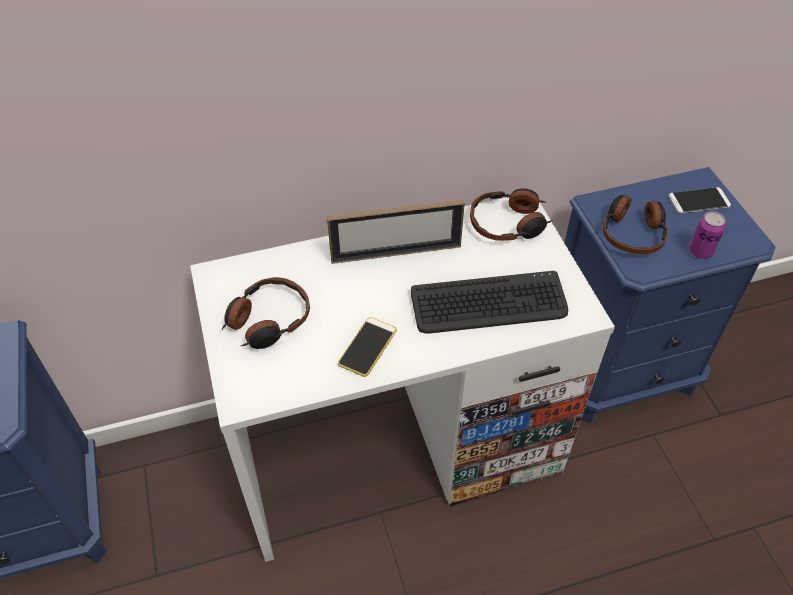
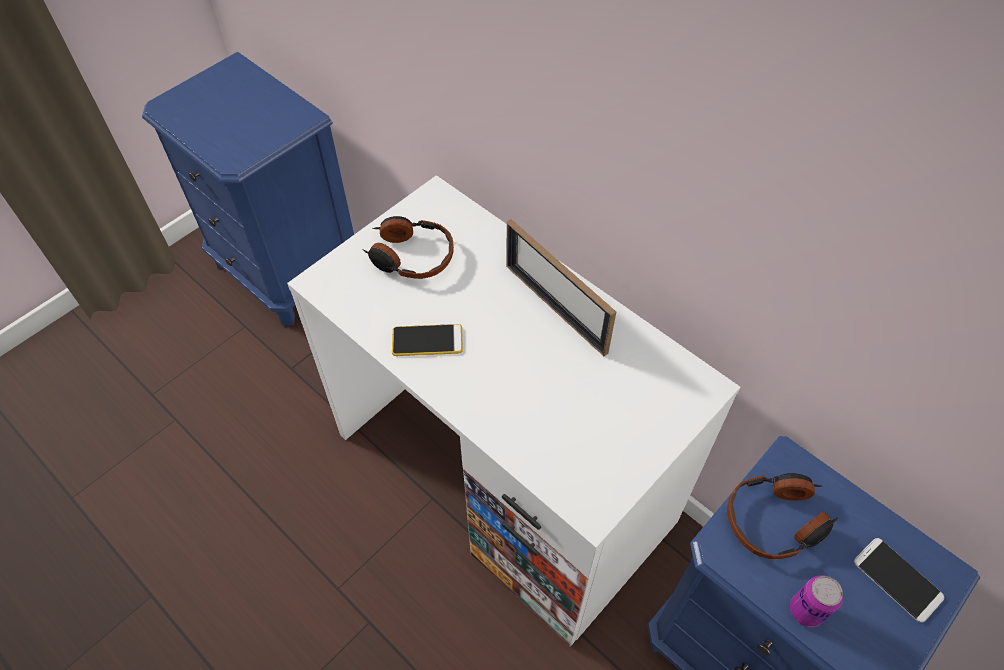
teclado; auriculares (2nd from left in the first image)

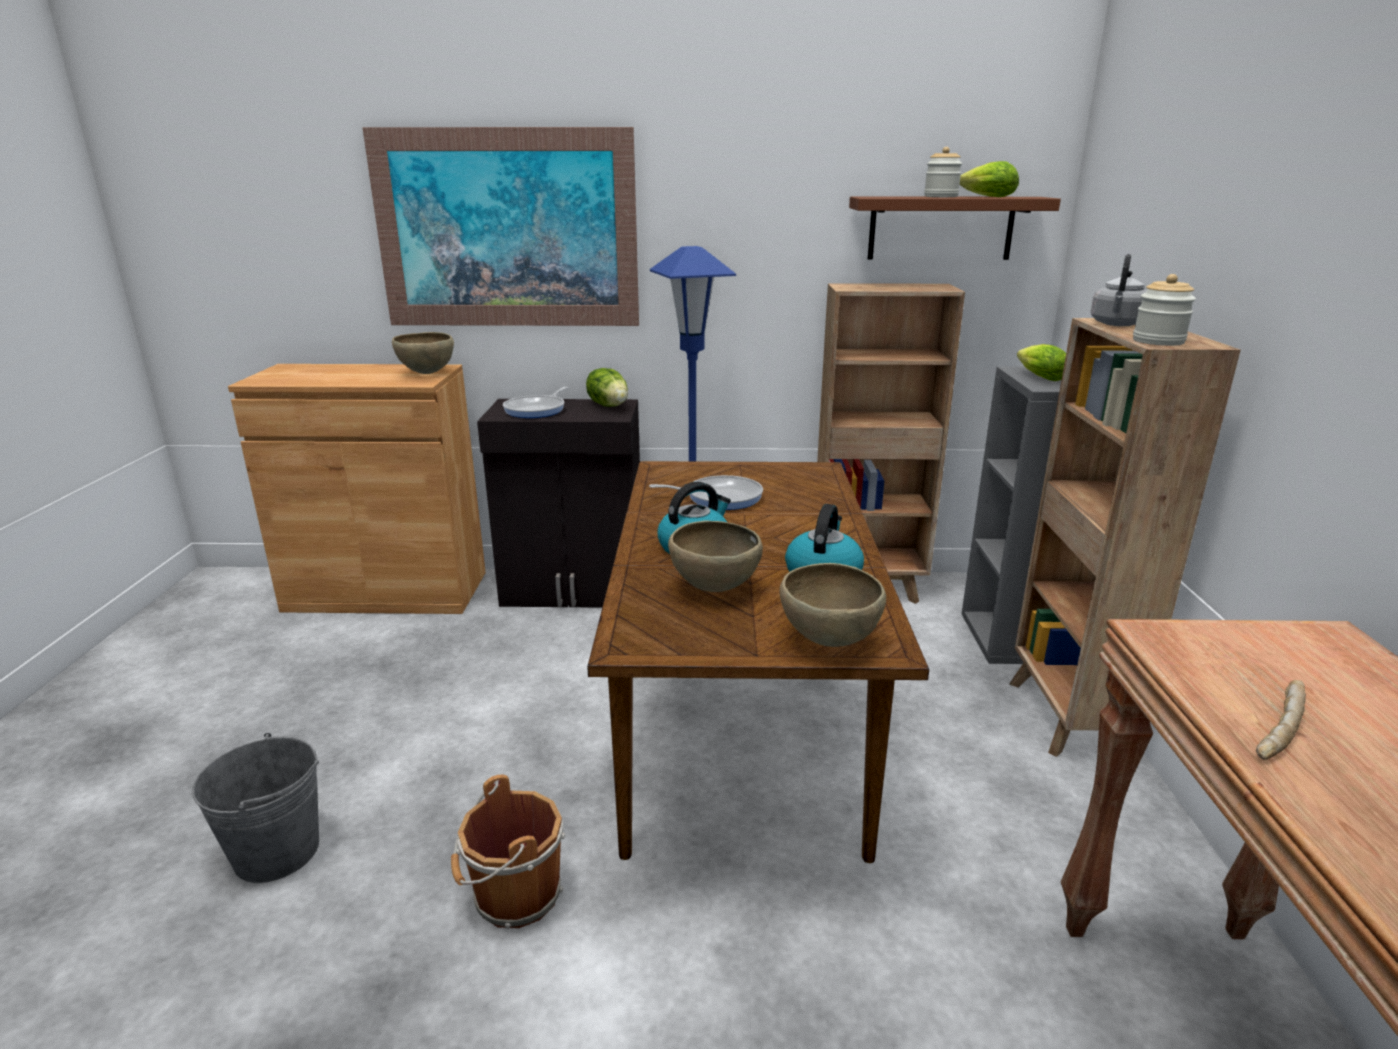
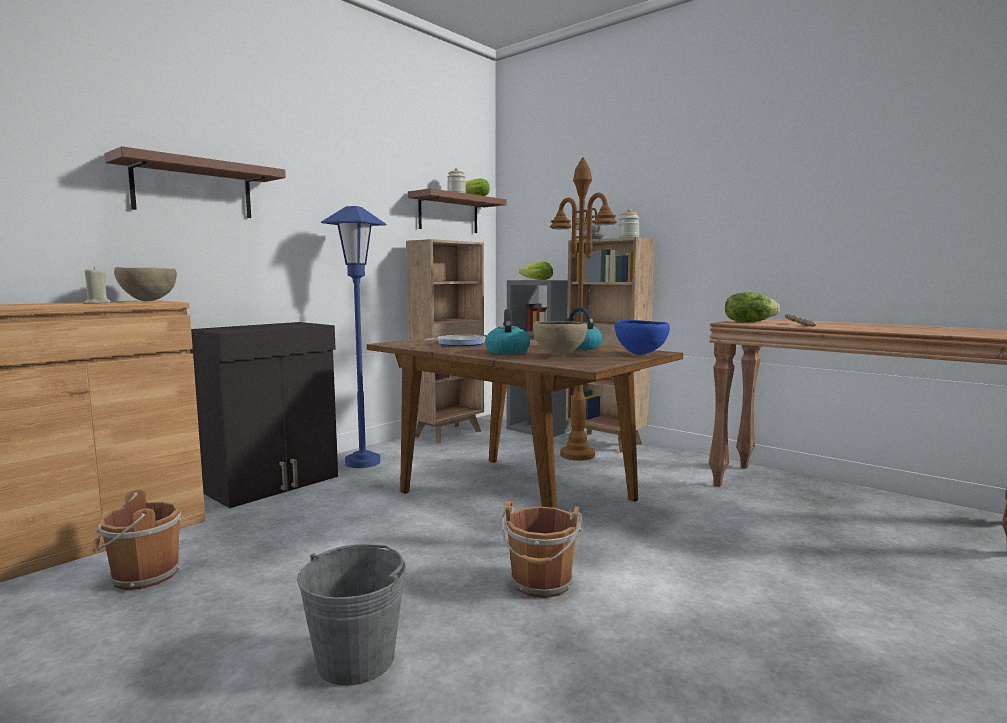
sartén (1st from left in the first image); vela (beis); cubo (marrón) (1st from left); lámpara de pie (marrón); lechuga (3rd from left); estante (marrón) (1st from left); cuenco (azul)

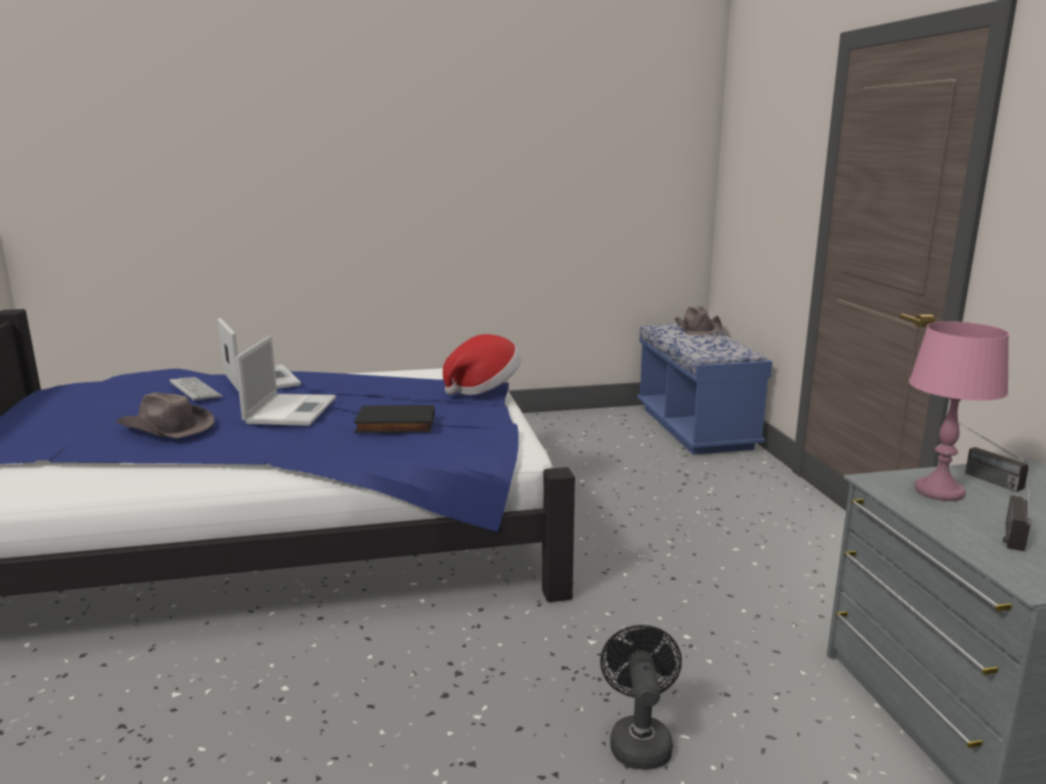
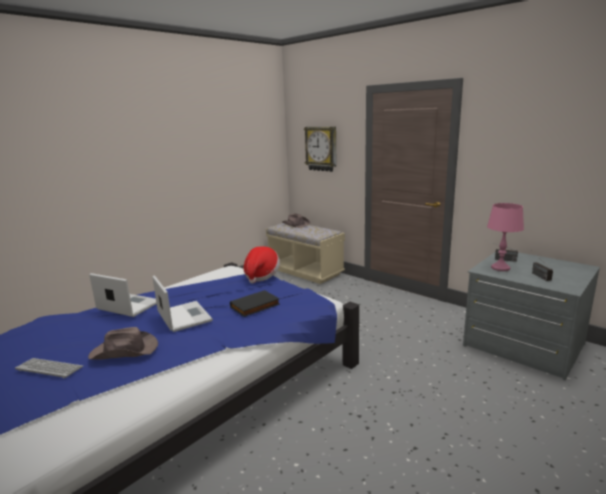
ventilador (negro); reloj de pared; teclado; banco (beis)

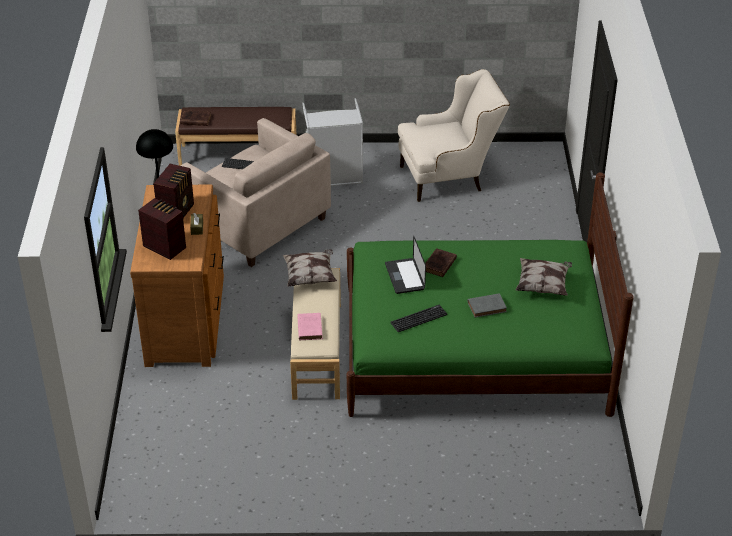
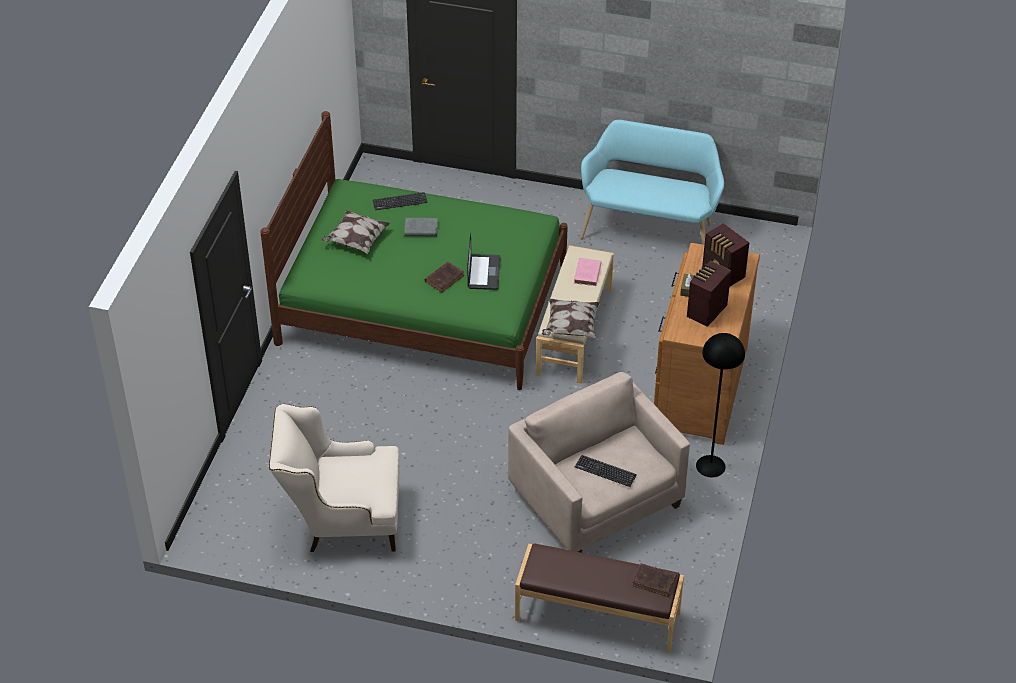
cesto de la ropa (gris); banco (turquesa); teclado (1st from left)

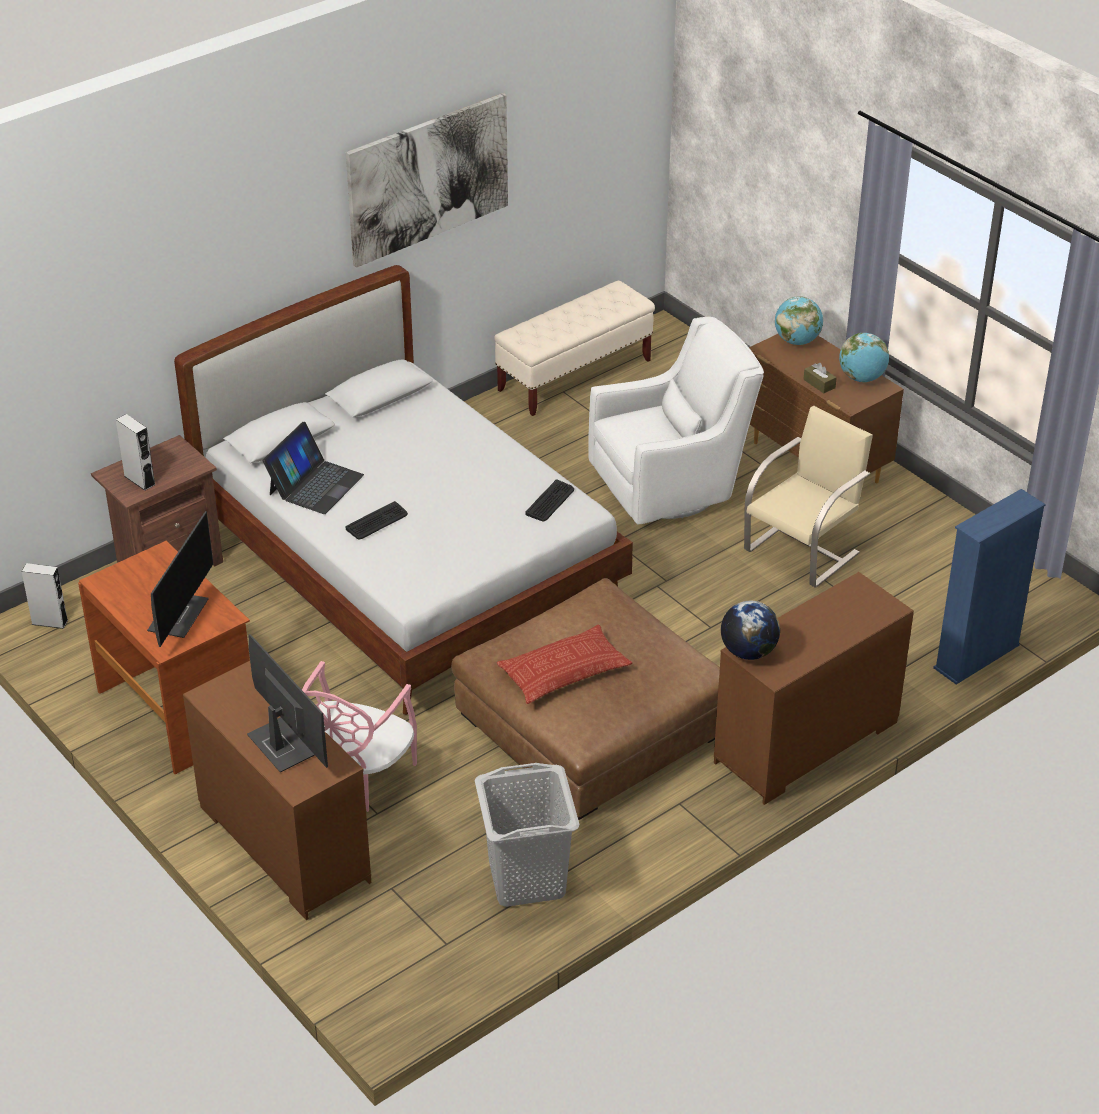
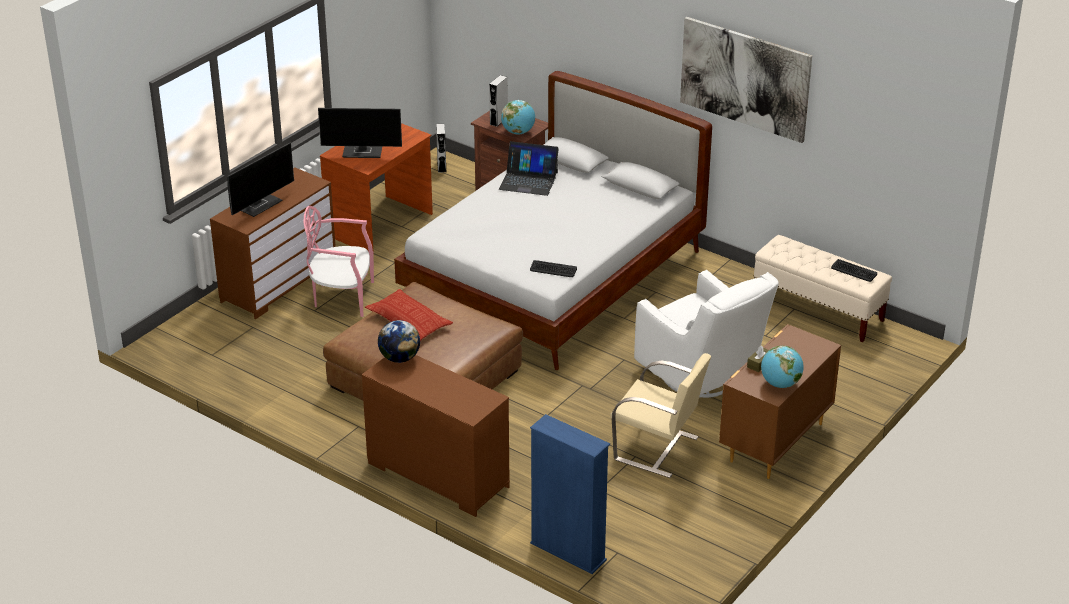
cesto de la ropa (gris); teclado (2nd from left); globo terráqueo (2nd from left)

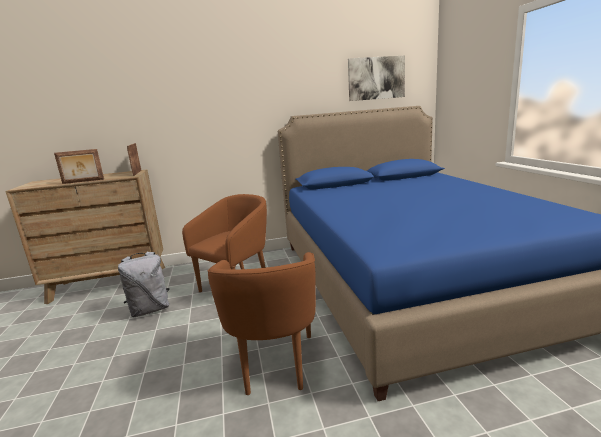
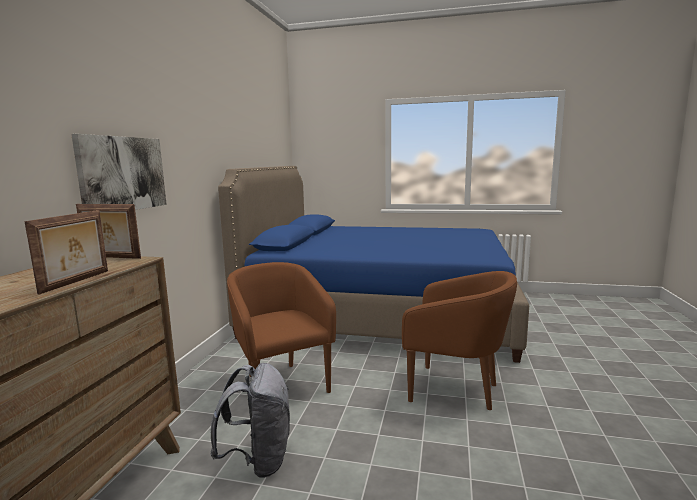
cuadro

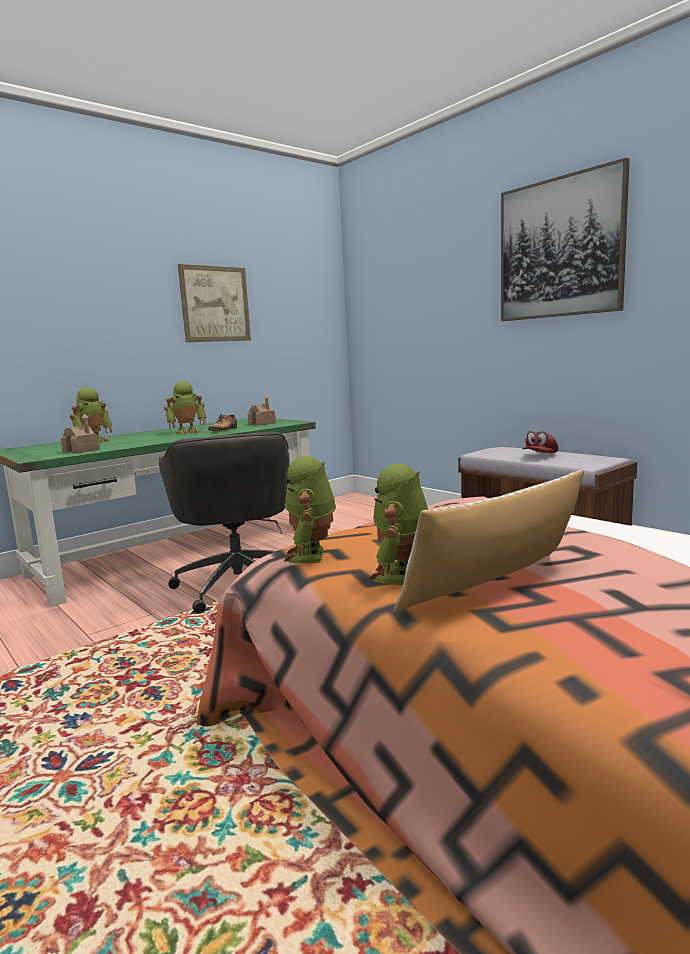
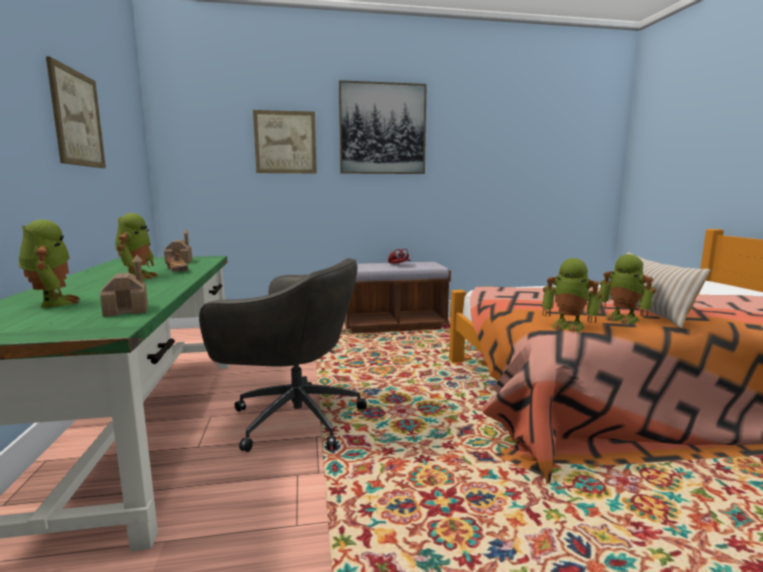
cuadro (2nd from left)

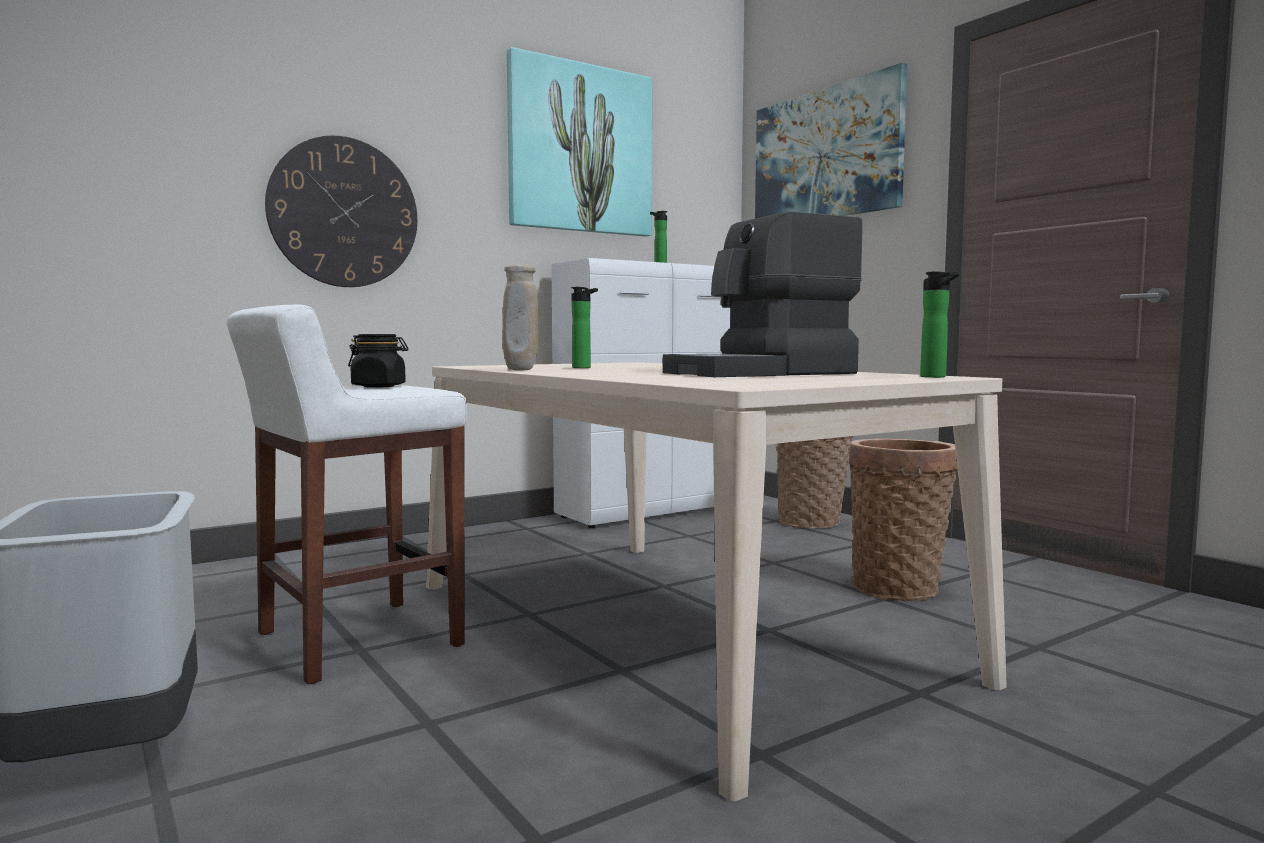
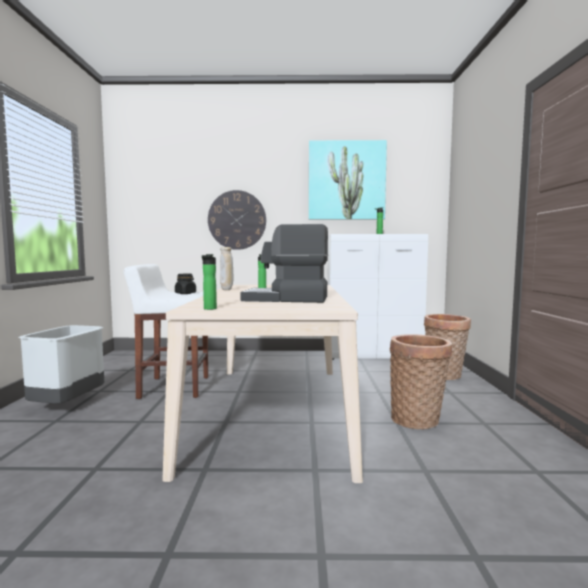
cuadro (2nd from left in the first image); botella (1st from left)

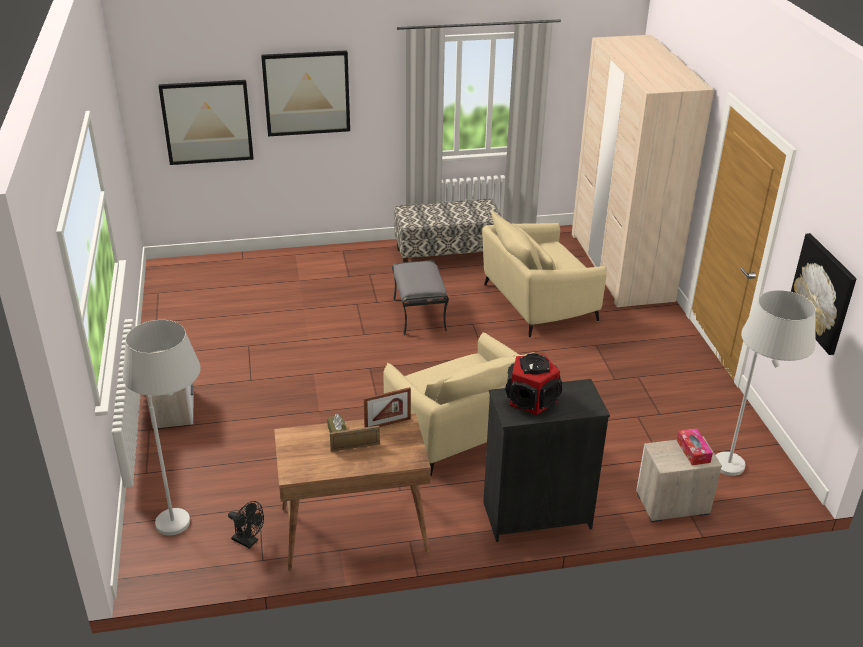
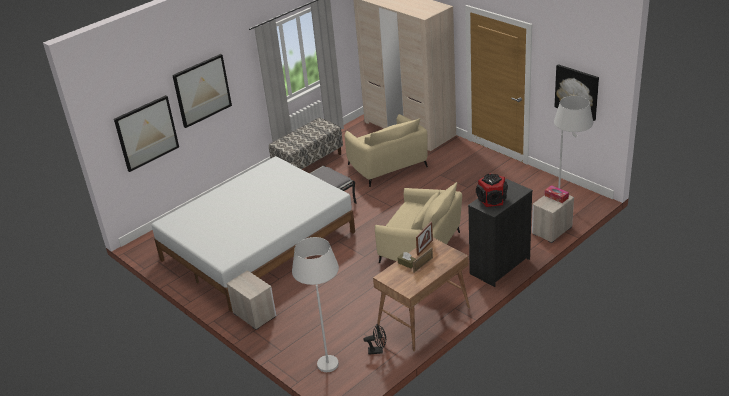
cama (blanco); sillón (beis) (1st from left)

